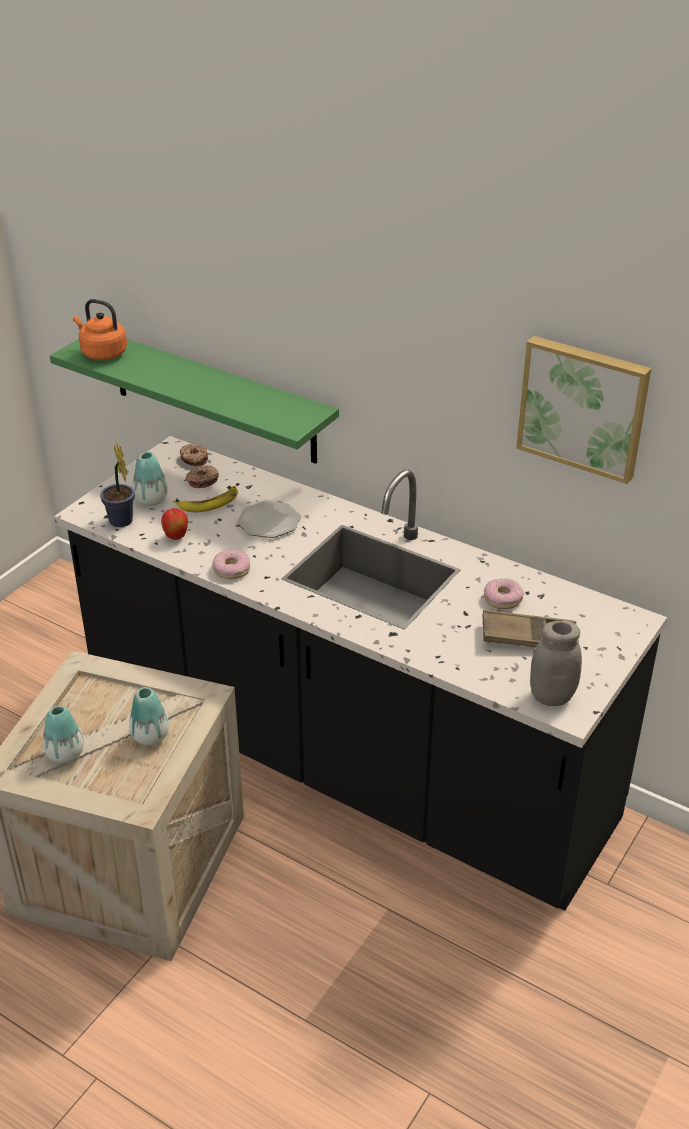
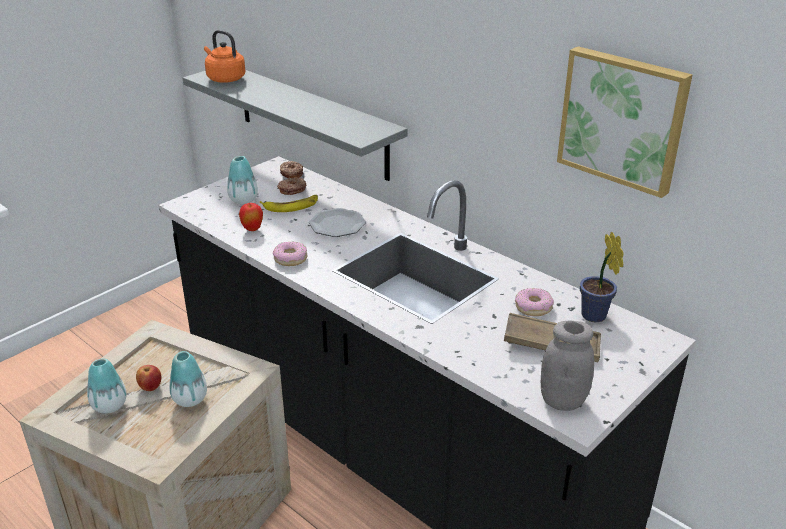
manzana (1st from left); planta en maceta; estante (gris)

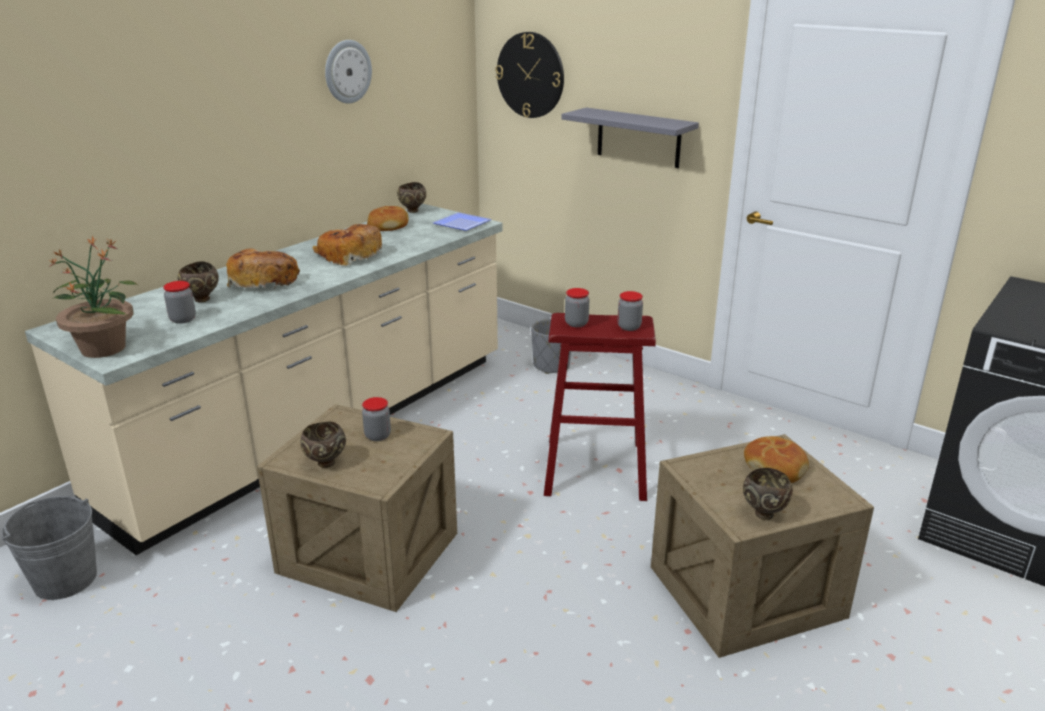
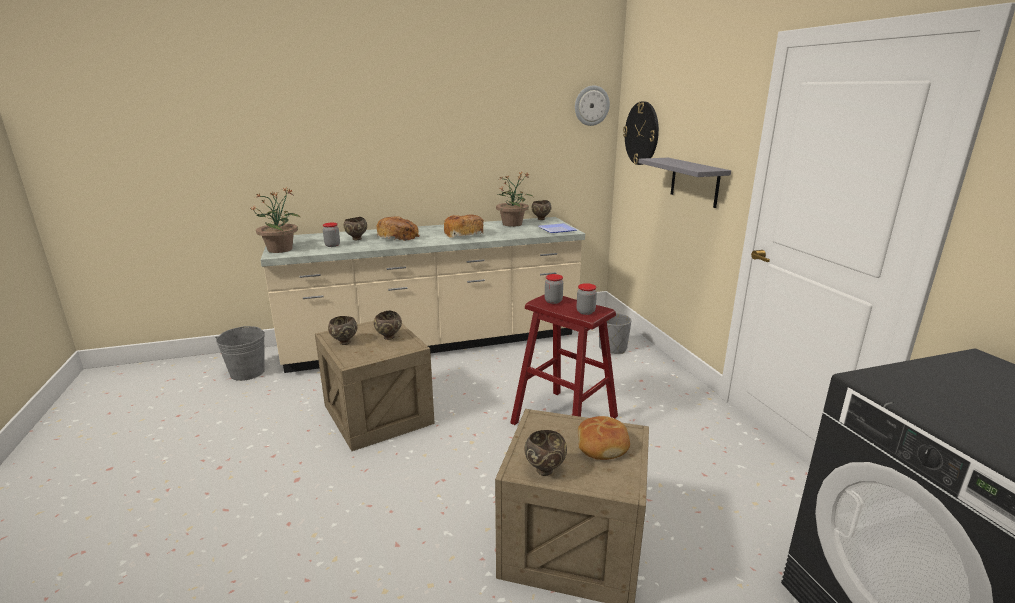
reloj de pared (1st from left); cuenco (marrón) (3rd from left); planta en maceta (2nd from left)

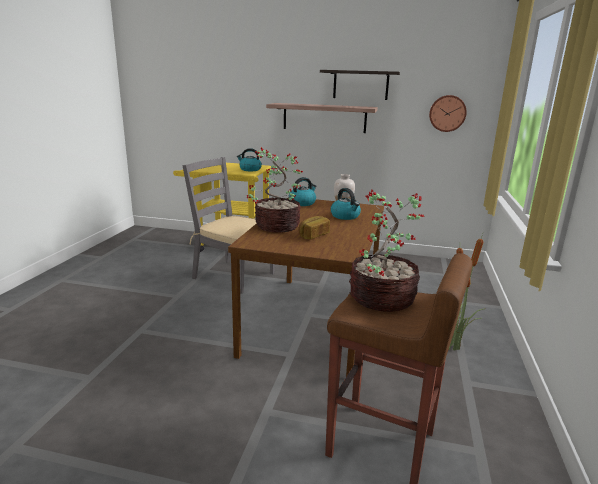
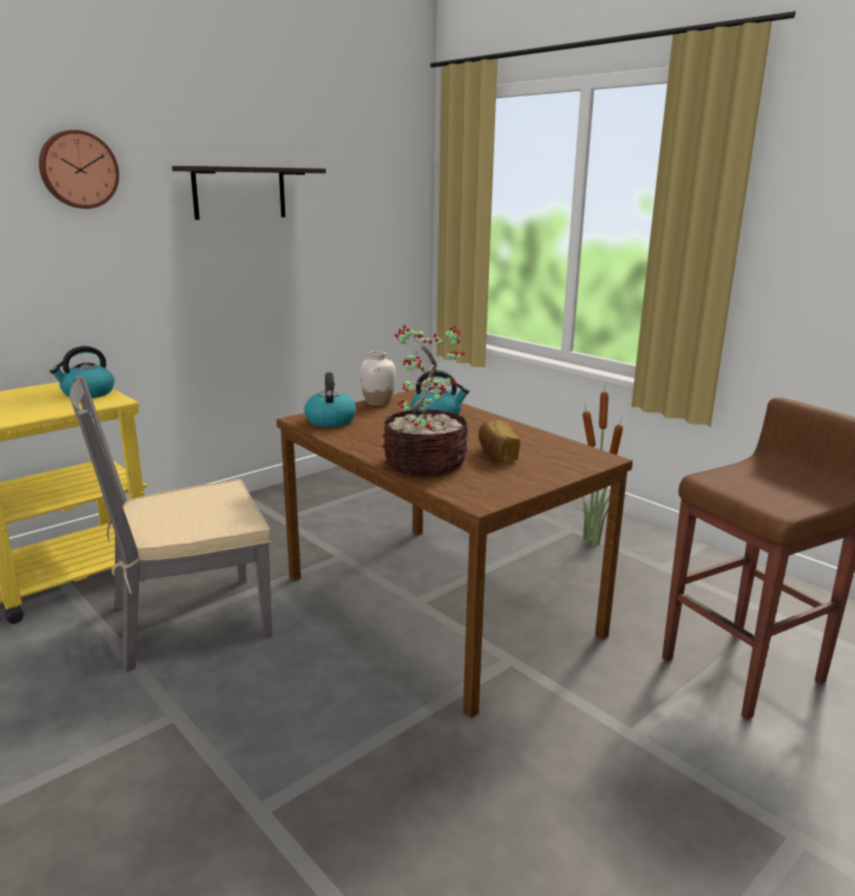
estante (1st from left in the first image); planta en maceta (2nd from left in the first image); reloj de pared

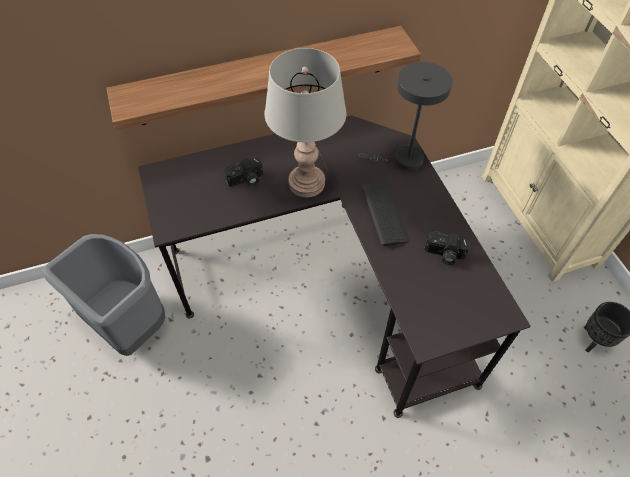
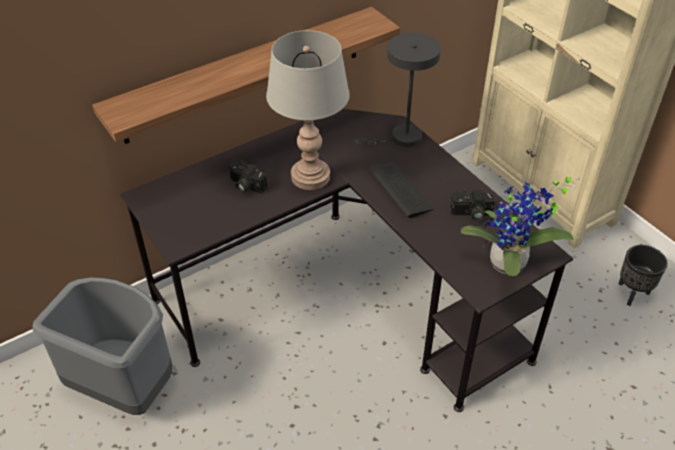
planta en maceta; cámara (1st from left)

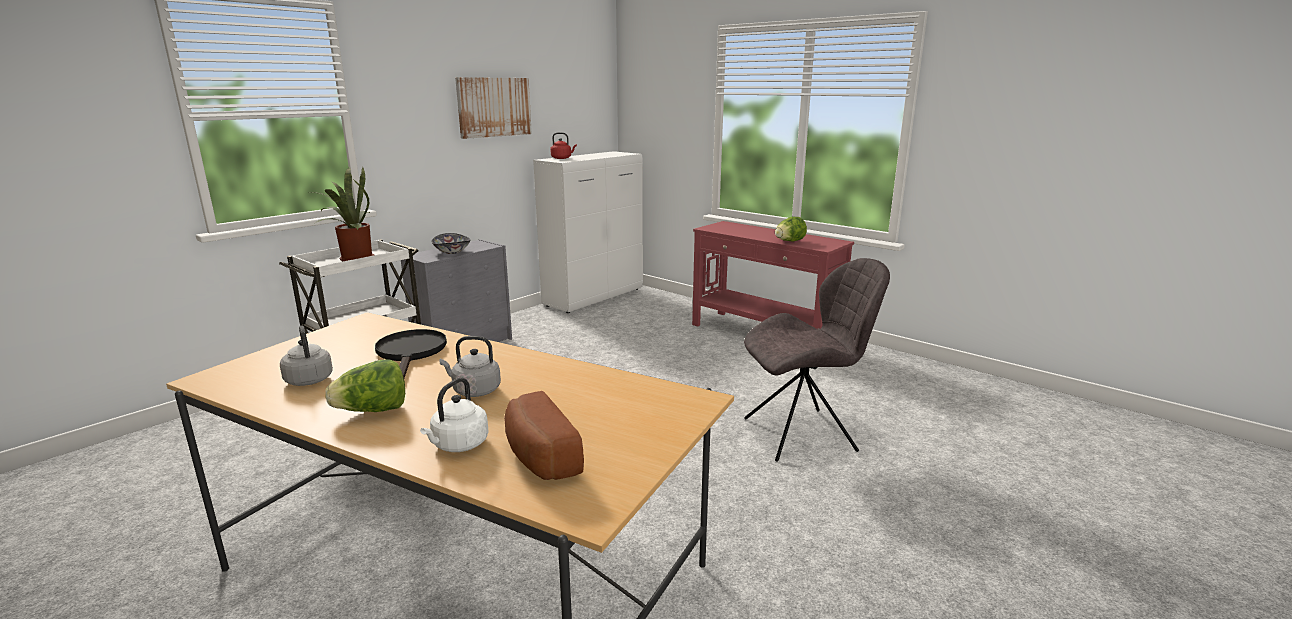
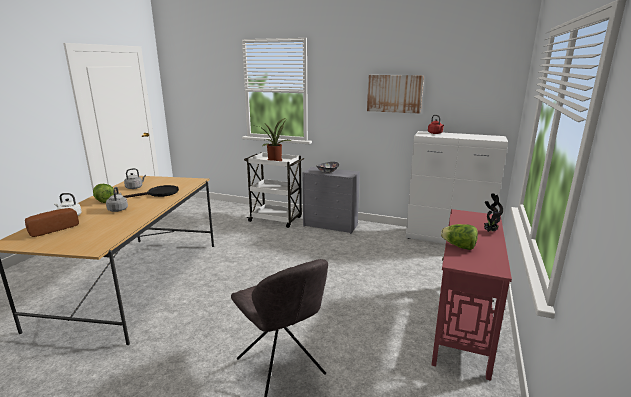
planta en maceta (2nd from left)

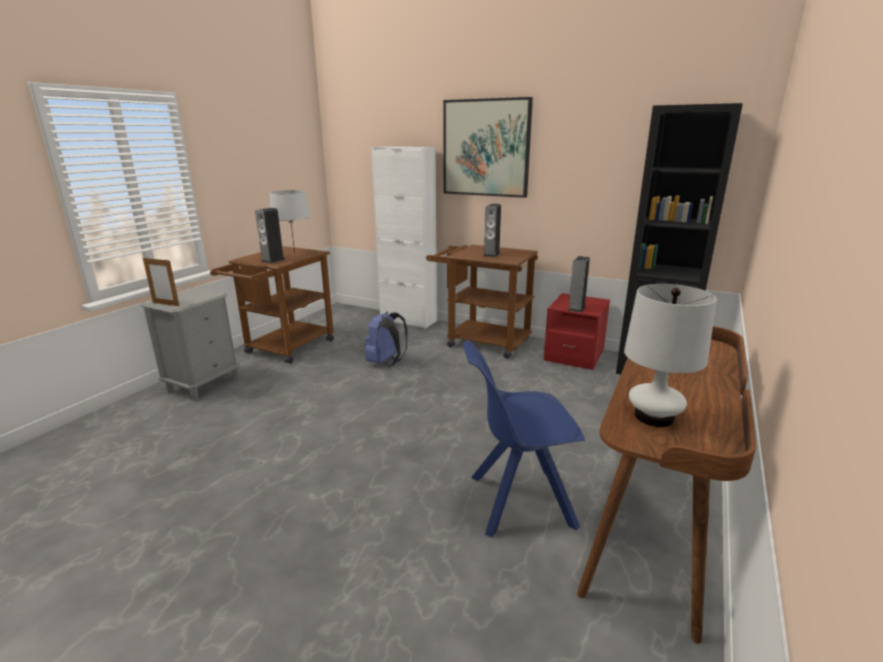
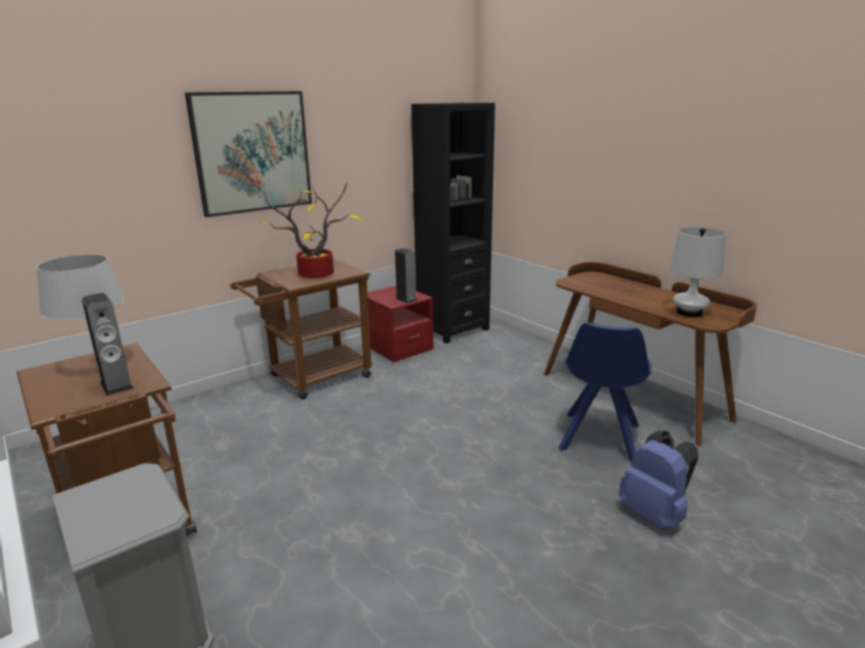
portarretratos; armario (blanco); mochila (azul); planta en maceta

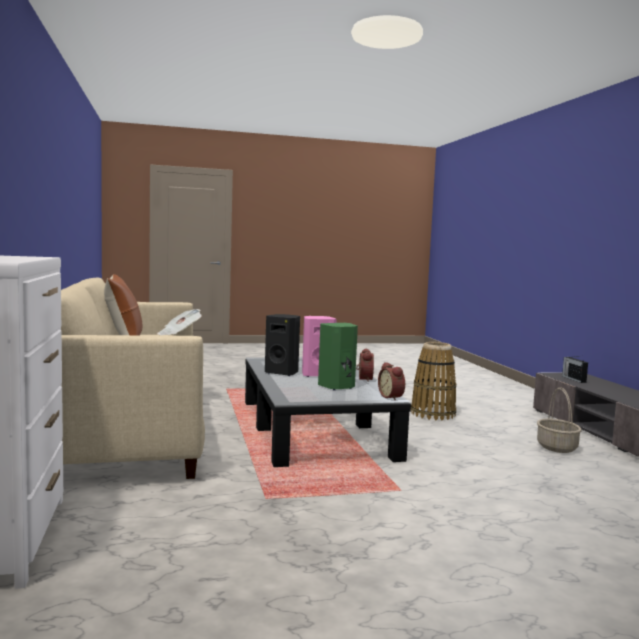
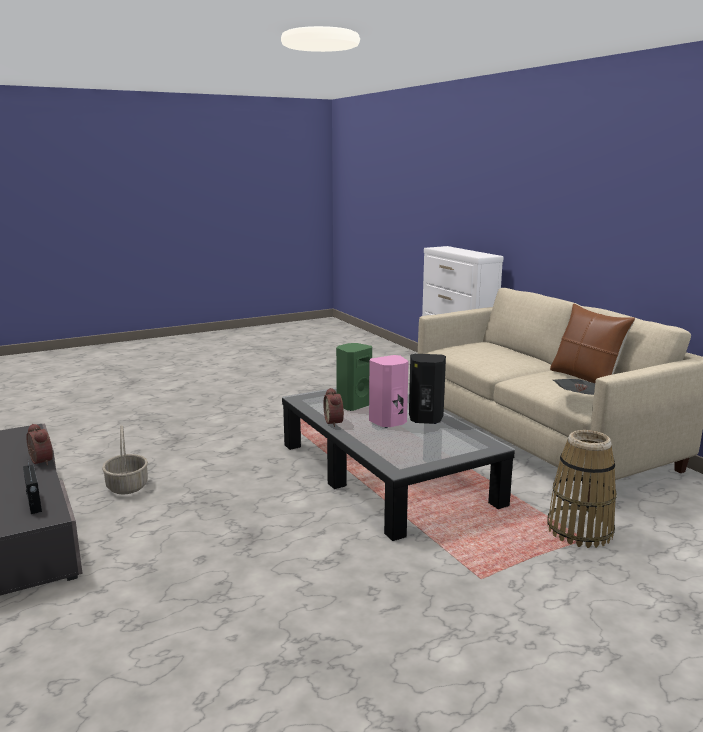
despertador (1st from left); cesta (2nd from left)

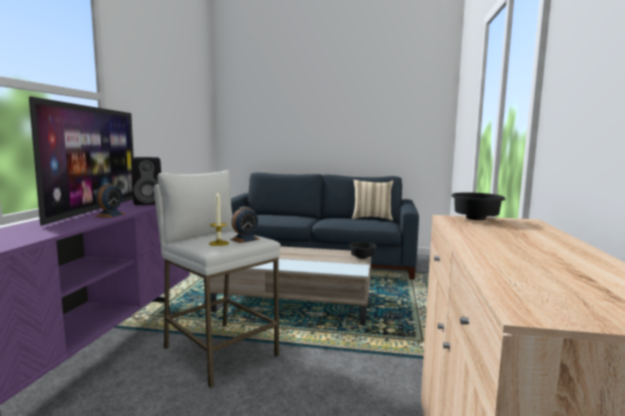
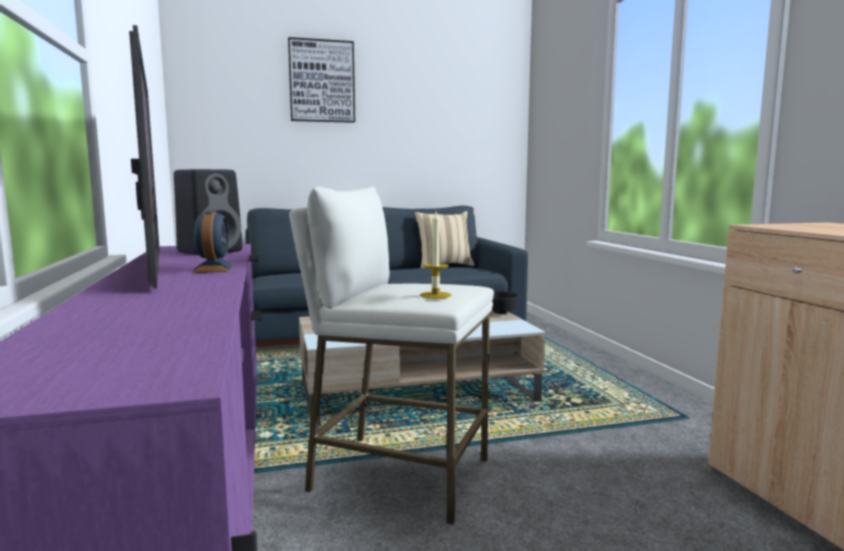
despertador (2nd from left in the first image); cuenco (negro) (2nd from left in the first image); cuadro

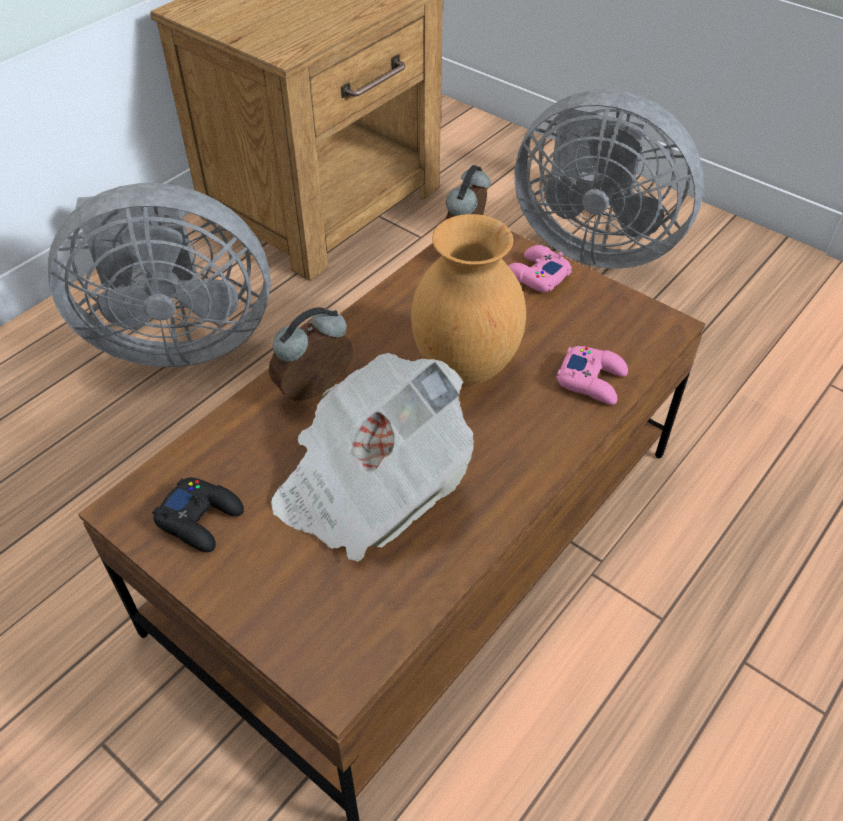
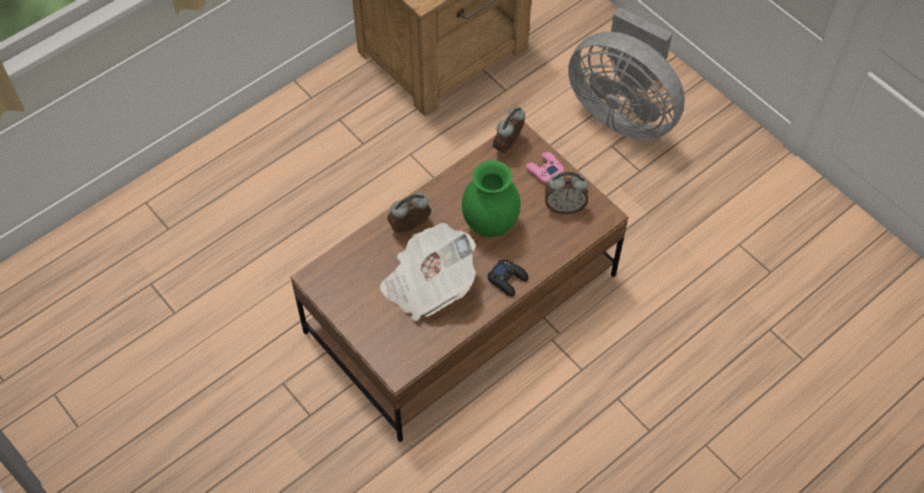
ventilador (gris) (1st from left in the first image); mando de consola (rosa) (2nd from left in the first image); despertador (3rd from left); mando de consola (negro); florero (verde)

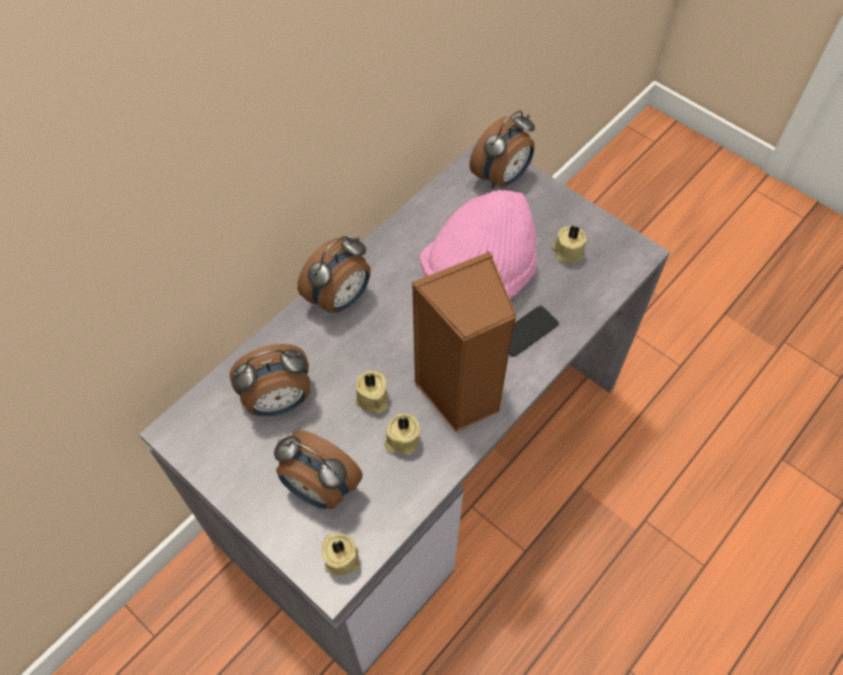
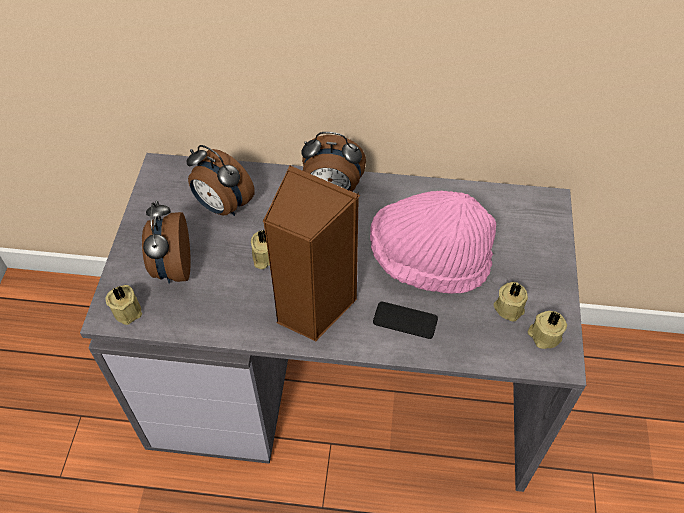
despertador (4th from left in the first image); vela (beis) (4th from left)

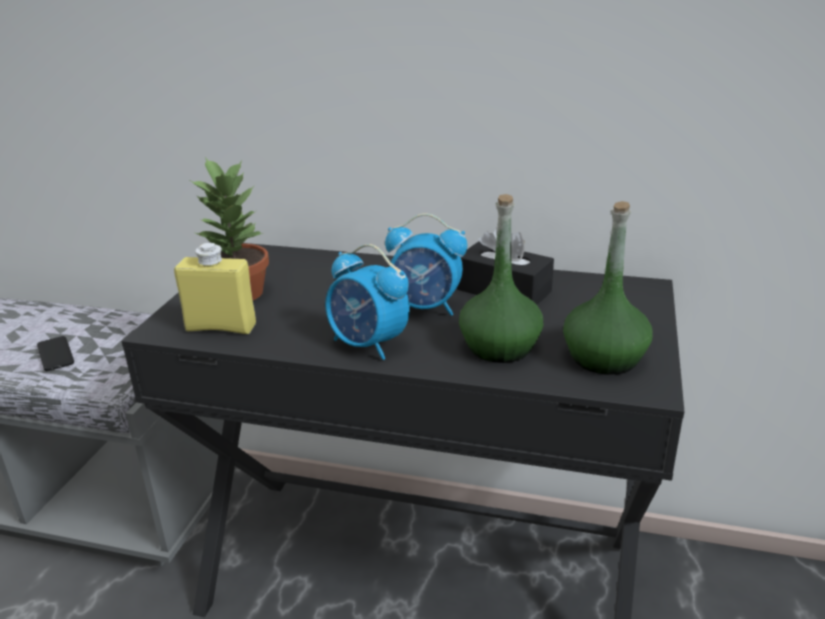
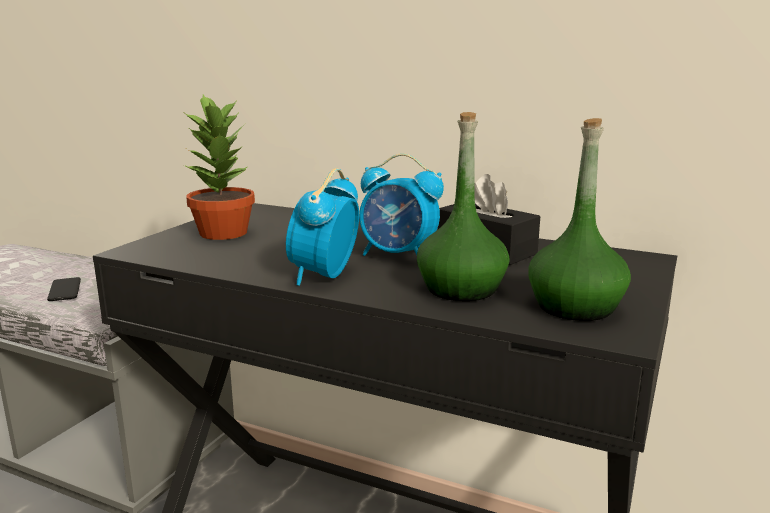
botella (amarillo); despertador (1st from left)

